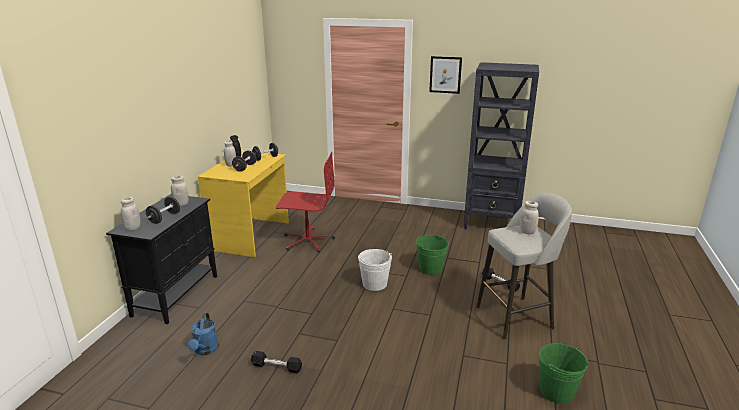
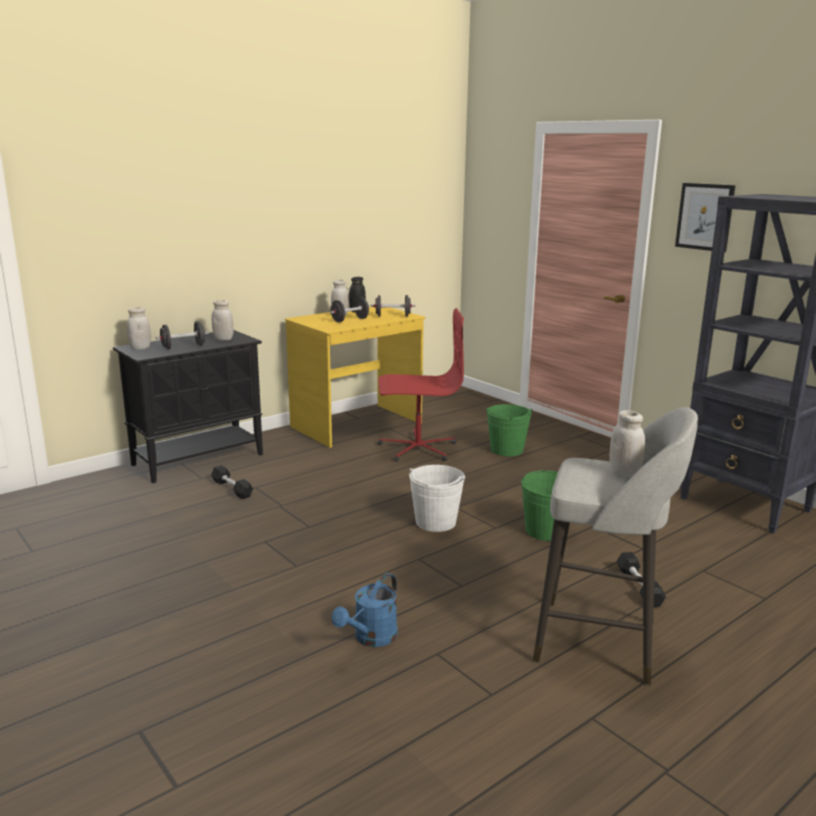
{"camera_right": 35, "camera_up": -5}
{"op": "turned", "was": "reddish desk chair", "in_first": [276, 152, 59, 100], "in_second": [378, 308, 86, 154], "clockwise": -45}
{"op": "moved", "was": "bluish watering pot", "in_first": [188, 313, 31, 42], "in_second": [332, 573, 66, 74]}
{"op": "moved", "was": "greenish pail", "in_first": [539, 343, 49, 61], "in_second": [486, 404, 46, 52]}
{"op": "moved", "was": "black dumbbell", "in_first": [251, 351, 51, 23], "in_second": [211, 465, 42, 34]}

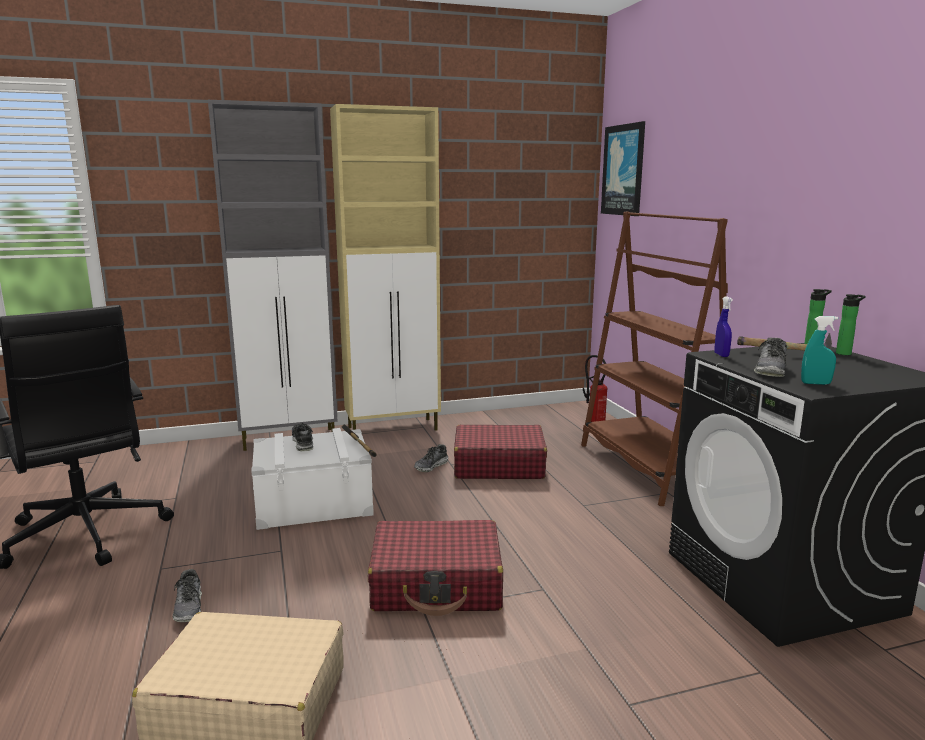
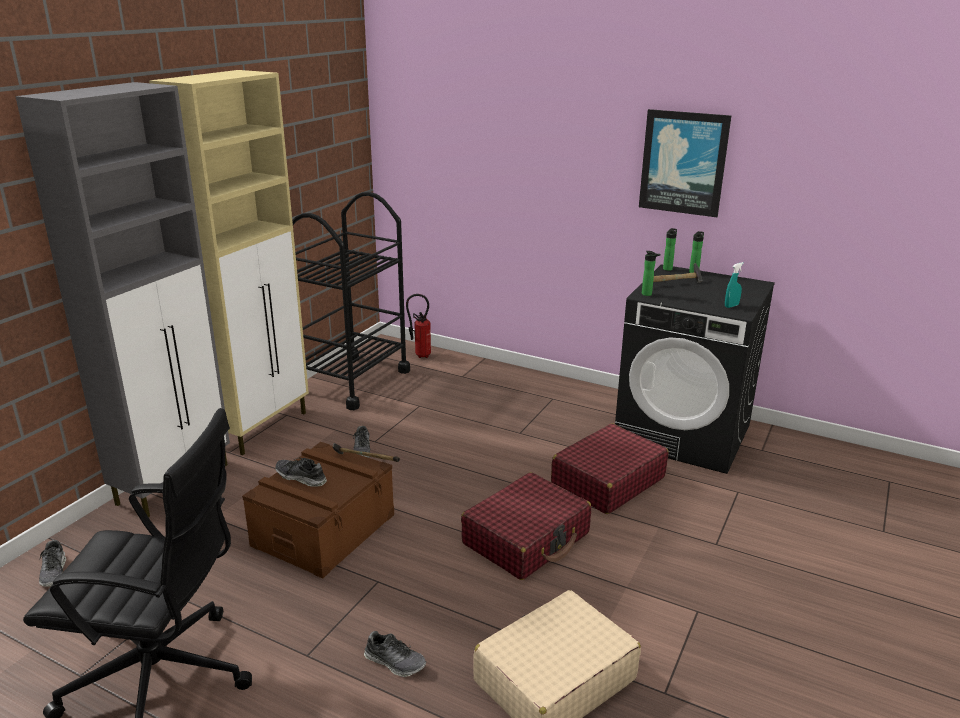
{"camera_right": -45, "camera_up": 10}
{"op": "moved", "was": "wall picture", "in_first": [601, 121, 44, 95], "in_second": [639, 109, 92, 108]}
{"op": "removed", "was": "brown-coloured bookcase", "in_first": [581, 211, 147, 295]}
{"op": "replaced", "was": "bluish sprayer", "now": "drink bottle", "in_first": [715, 296, 18, 61], "in_second": [642, 251, 19, 45]}
{"op": "moved", "was": "item of footwear", "in_first": [754, 338, 33, 39], "in_second": [39, 540, 27, 47]}
{"op": "moved", "was": "reddish travel case", "in_first": [454, 425, 93, 54], "in_second": [551, 424, 118, 90]}
{"op": "recoloured", "was": "white-coloured storage container", "now": "brown-coloured storage container", "in_first": [251, 428, 123, 102], "in_second": [242, 442, 152, 137]}
{"op": "added", "now": "black wheeled cart", "in_second": [292, 192, 118, 218]}

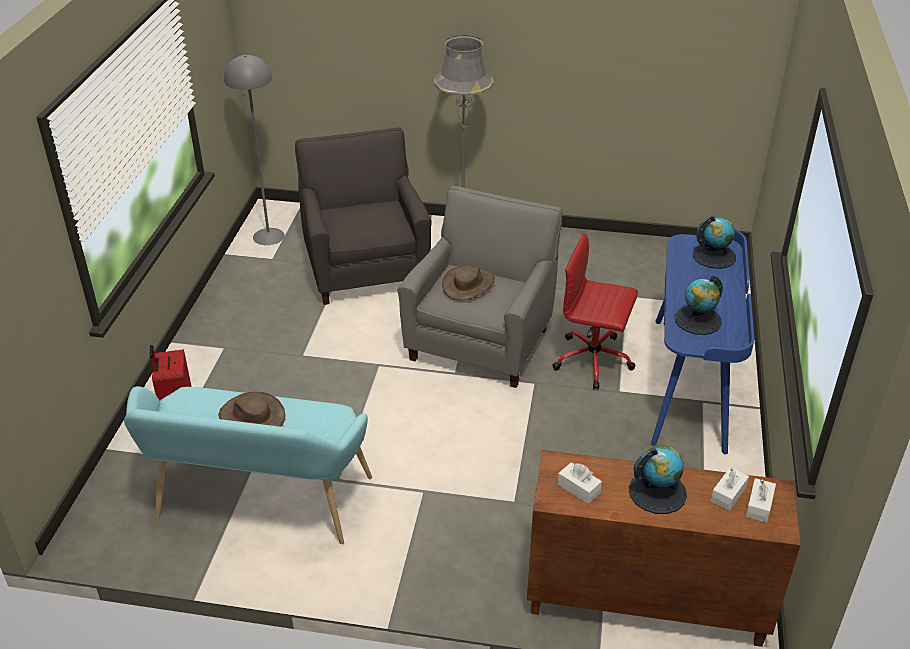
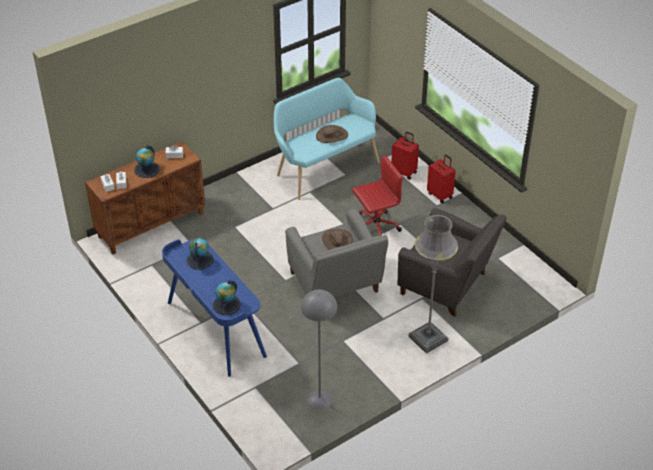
{"camera_right": 135, "camera_up": 5}
{"op": "moved", "was": "gray standing lamp", "in_first": [224, 55, 61, 190], "in_second": [301, 289, 36, 121]}
{"op": "moved", "was": "reddish desk chair", "in_first": [552, 233, 86, 157], "in_second": [352, 155, 51, 80]}
{"op": "added", "now": "reddish travel case", "in_second": [427, 154, 29, 50]}

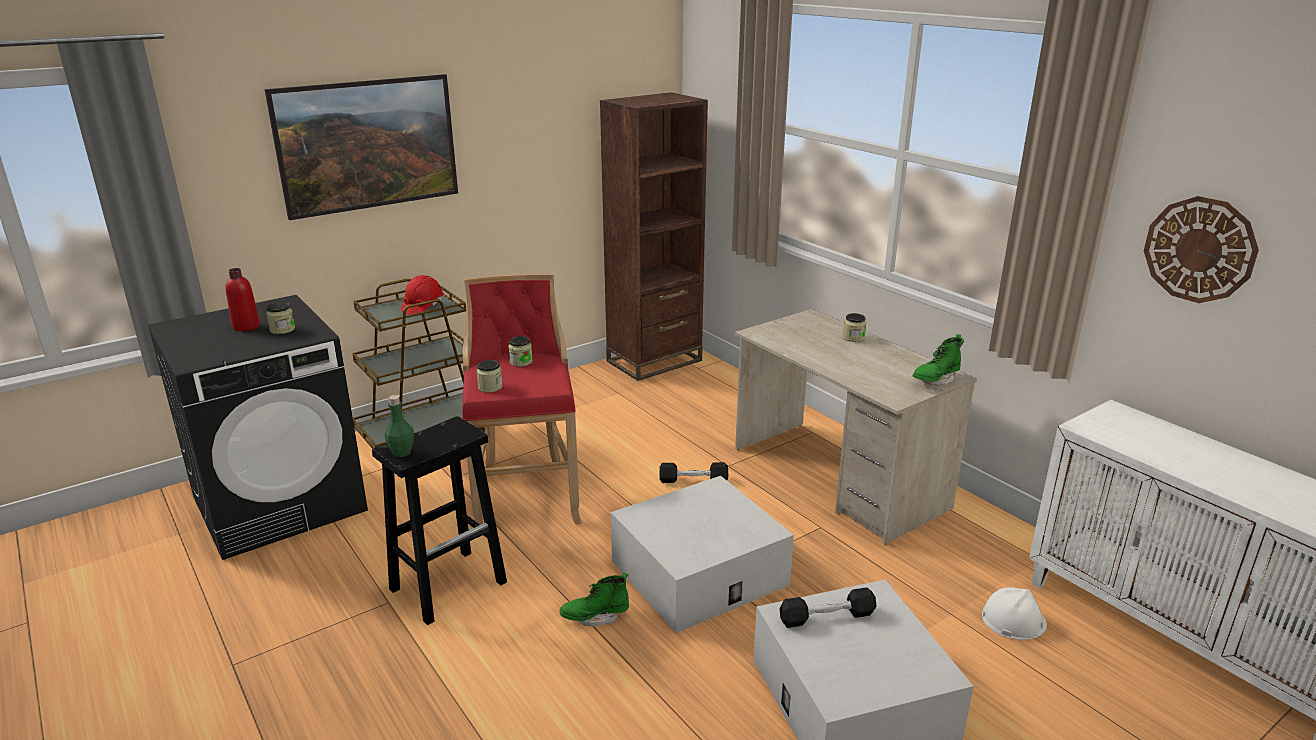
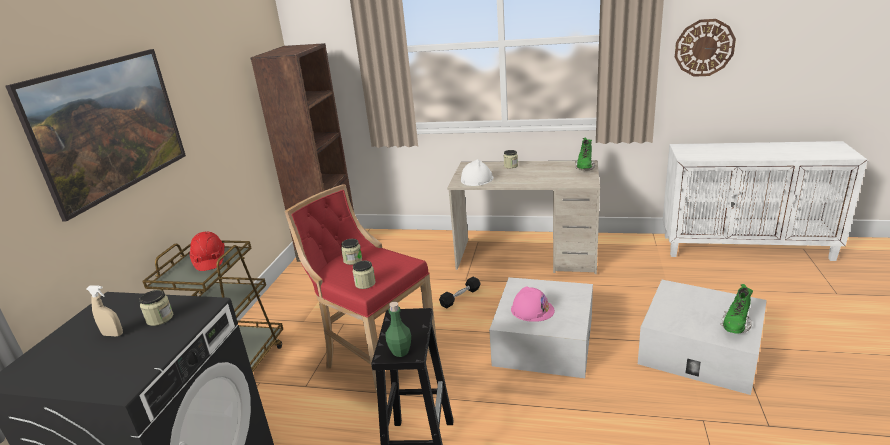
{"camera_right": -40, "camera_up": 0}
{"op": "replaced", "was": "reddish drink bottle", "now": "sand-coloured sprayer", "in_first": [225, 268, 35, 63], "in_second": [86, 285, 37, 51]}
{"op": "moved", "was": "greenish boot", "in_first": [559, 573, 70, 54], "in_second": [720, 284, 33, 50]}
{"op": "removed", "was": "black dumbbell", "in_first": [780, 587, 97, 41]}
{"op": "moved", "was": "white-coloured work helmet", "in_first": [982, 587, 65, 53], "in_second": [461, 159, 33, 27]}
{"op": "added", "now": "pink-coloured work helmet", "in_second": [511, 286, 44, 36]}

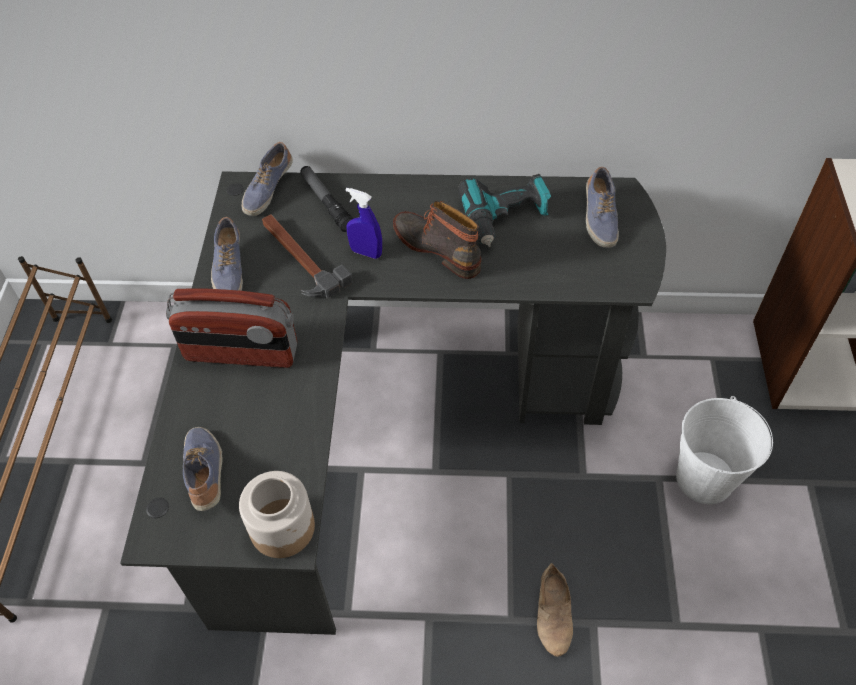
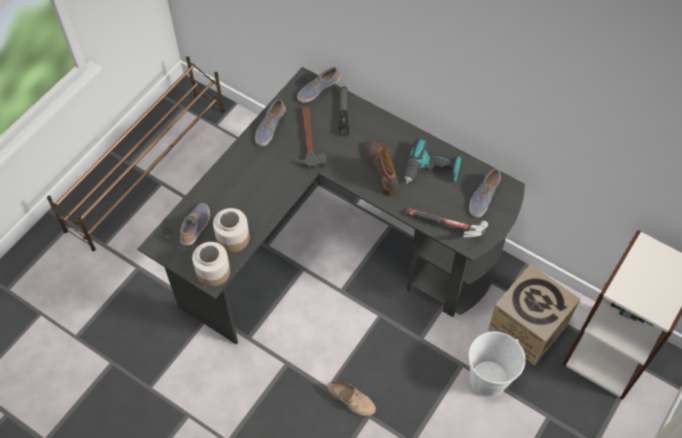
{"camera_right": 30, "camera_up": 5}
{"op": "removed", "was": "bluish sprayer", "in_first": [346, 188, 36, 71]}
{"op": "removed", "was": "radio receiver", "in_first": [166, 288, 131, 80]}
{"op": "turned", "was": "sand-coloured item of footwear", "in_first": [537, 563, 36, 94], "in_second": [328, 381, 48, 35], "clockwise": -90}
{"op": "added", "now": "jar", "in_second": [213, 208, 37, 45]}
{"op": "added", "now": "hand hammer", "in_second": [406, 208, 82, 29]}
{"op": "added", "now": "packing box", "in_second": [488, 264, 93, 102]}

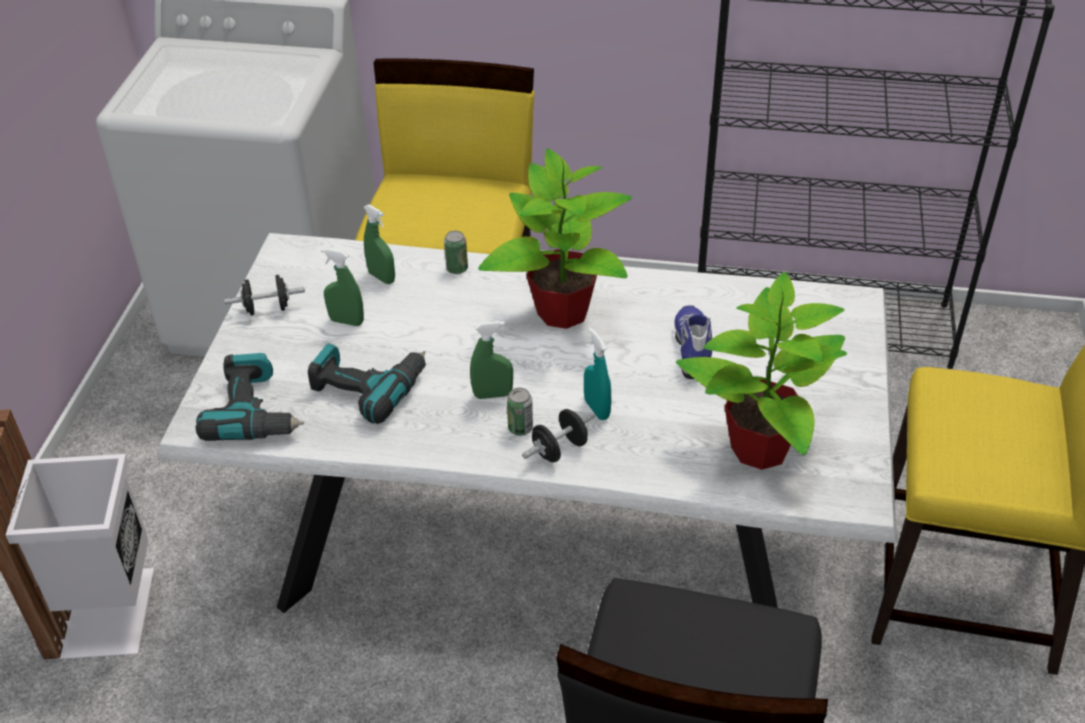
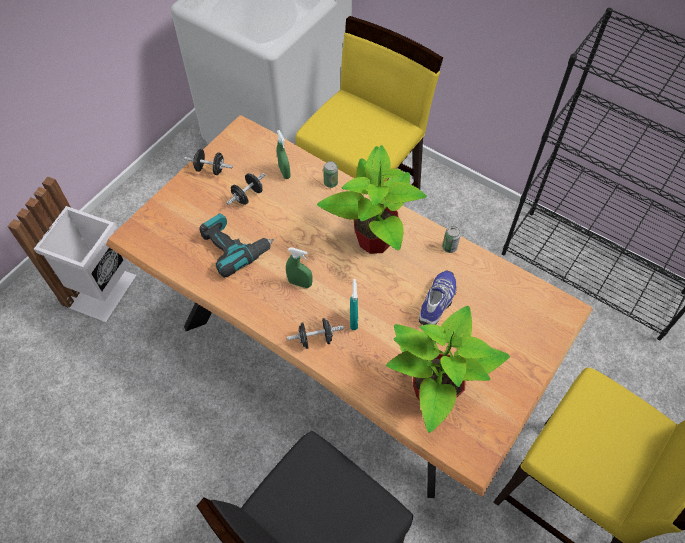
{"camera_right": 25, "camera_up": 15}
{"op": "recoloured", "was": "white-coloured dinner table", "now": "brown-coloured dinner table", "in_first": [157, 233, 740, 380], "in_second": [106, 115, 487, 383]}
{"op": "replaced", "was": "greenish sprayer", "now": "black dumbbell", "in_first": [321, 248, 43, 78], "in_second": [227, 173, 38, 32]}
{"op": "removed", "was": "electric drill", "in_first": [196, 353, 108, 88]}
{"op": "moved", "was": "sealed can", "in_first": [507, 388, 26, 48], "in_second": [442, 226, 19, 27]}

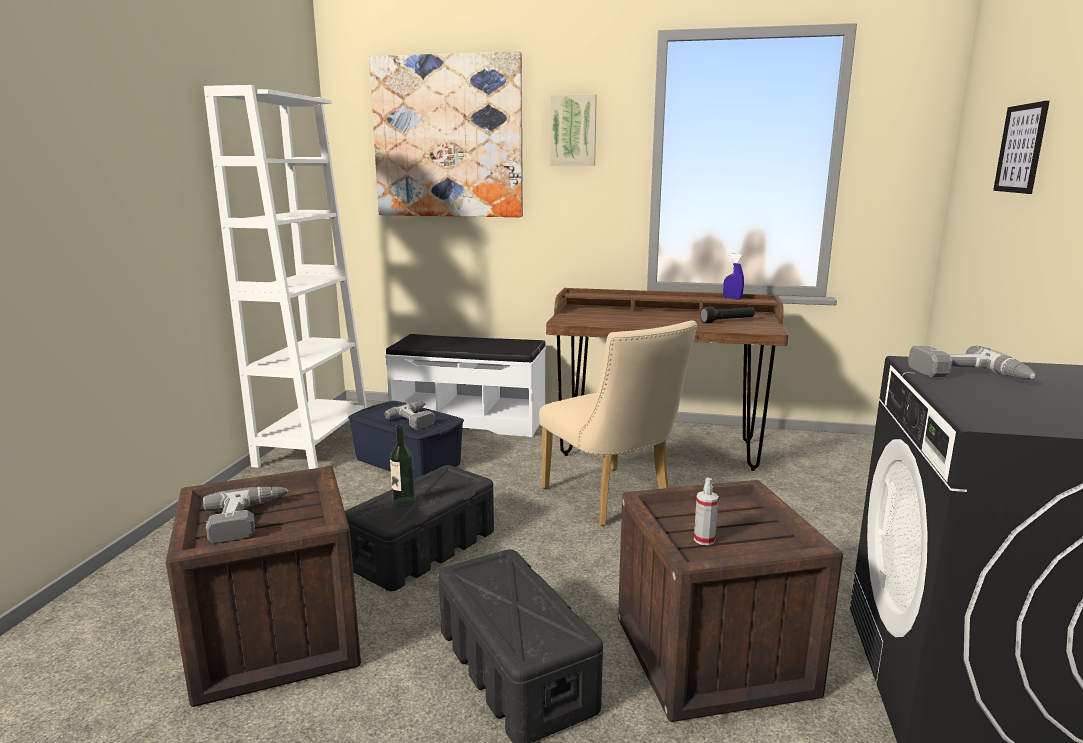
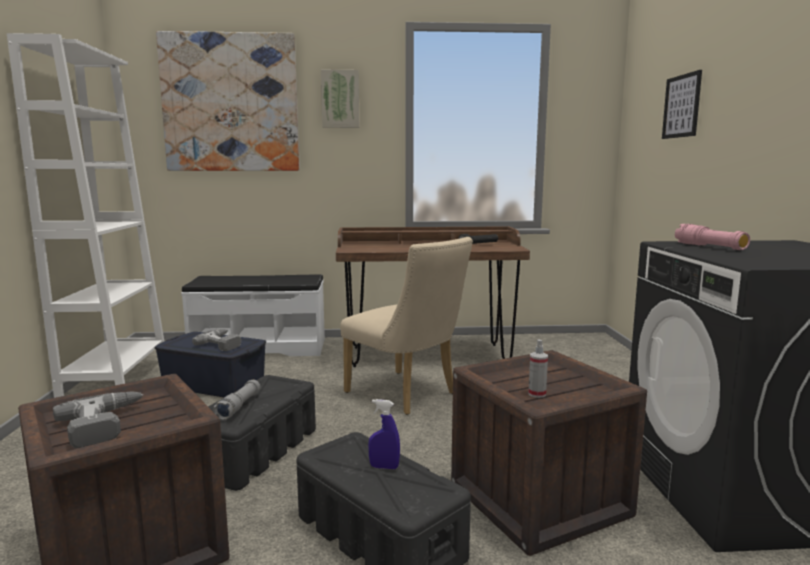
{"camera_right": -15, "camera_up": -5}
{"op": "moved", "was": "bluish sprayer", "in_first": [723, 253, 21, 47], "in_second": [368, 399, 32, 70]}
{"op": "replaced", "was": "electric drill", "now": "pink-coloured torch", "in_first": [908, 346, 128, 33], "in_second": [675, 224, 75, 26]}
{"op": "replaced", "was": "drink bottle", "now": "gray torch", "in_first": [390, 425, 25, 82], "in_second": [213, 380, 48, 40]}

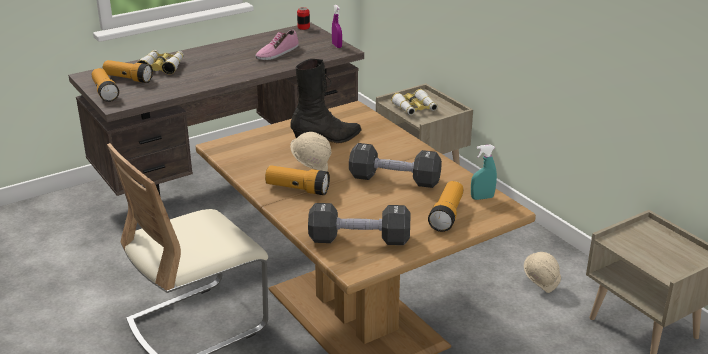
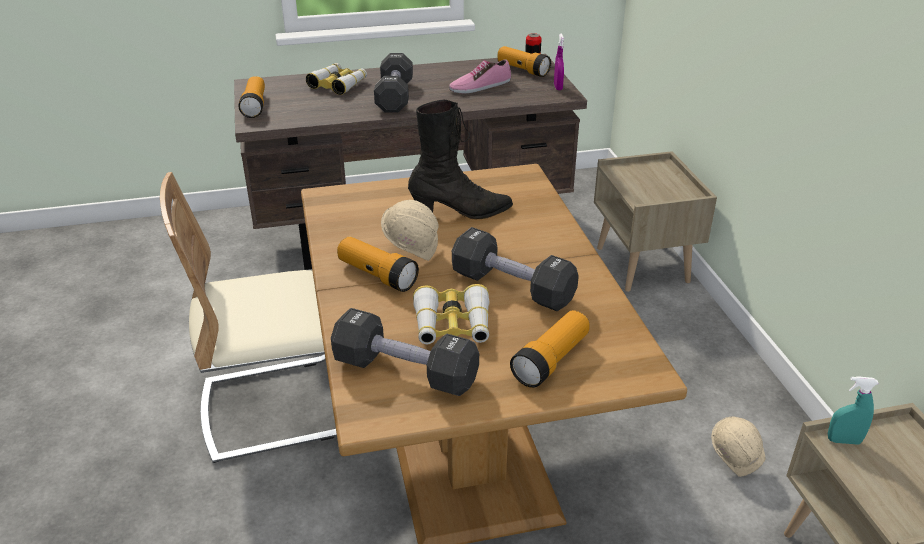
{"camera_right": 20, "camera_up": 5}
{"op": "moved", "was": "torch", "in_first": [103, 60, 50, 23], "in_second": [497, 46, 54, 31]}
{"op": "moved", "was": "binoculars", "in_first": [391, 89, 47, 26], "in_second": [413, 284, 77, 60]}
{"op": "moved", "was": "turquoise-coloured sprayer", "in_first": [471, 144, 26, 56], "in_second": [828, 376, 51, 69]}
{"op": "added", "now": "black dumbbell", "in_second": [374, 53, 39, 60]}

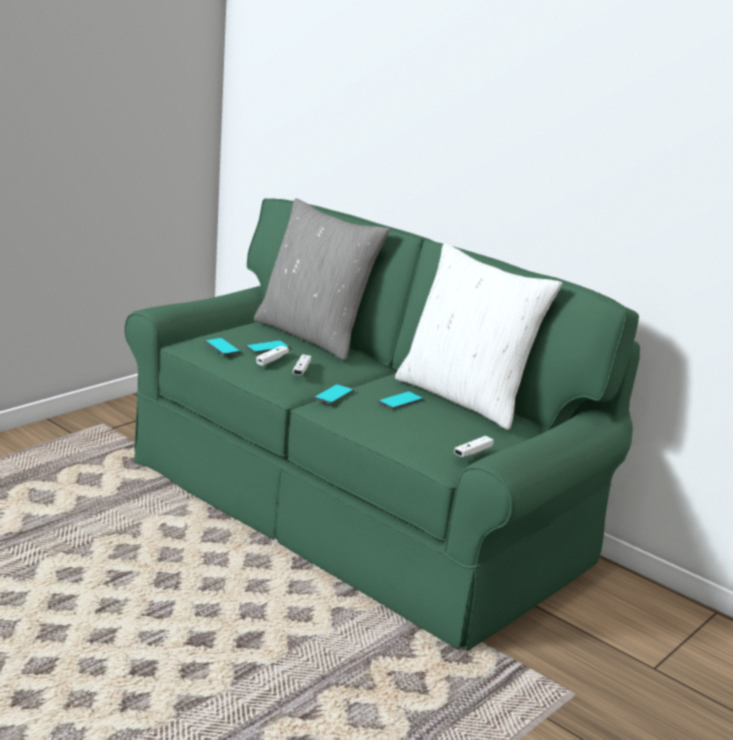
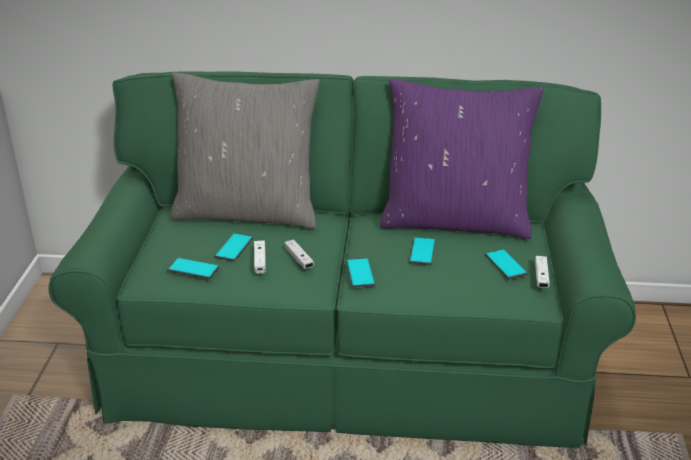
{"camera_right": -35, "camera_up": 10}
{"op": "recoloured", "was": "white-coloured cushion", "now": "purplish cushion", "in_first": [395, 243, 167, 187], "in_second": [380, 79, 163, 160]}
{"op": "added", "now": "handset", "in_second": [485, 249, 43, 31]}

